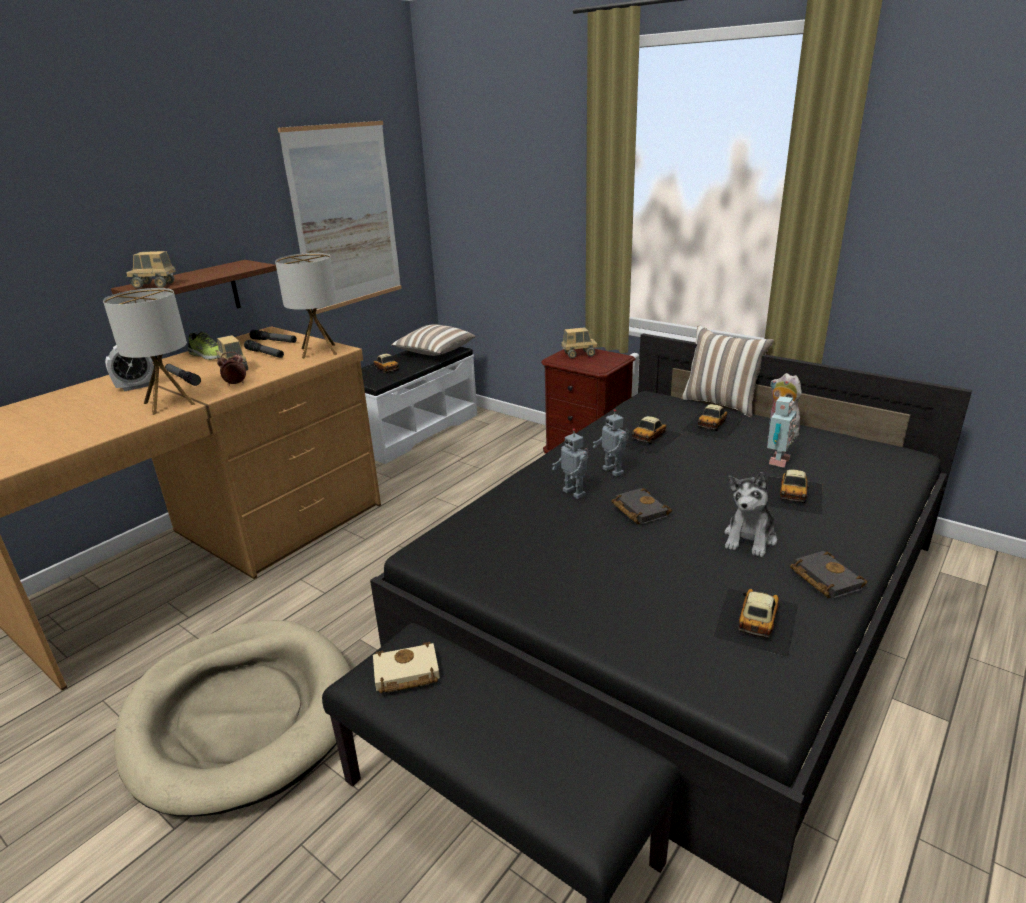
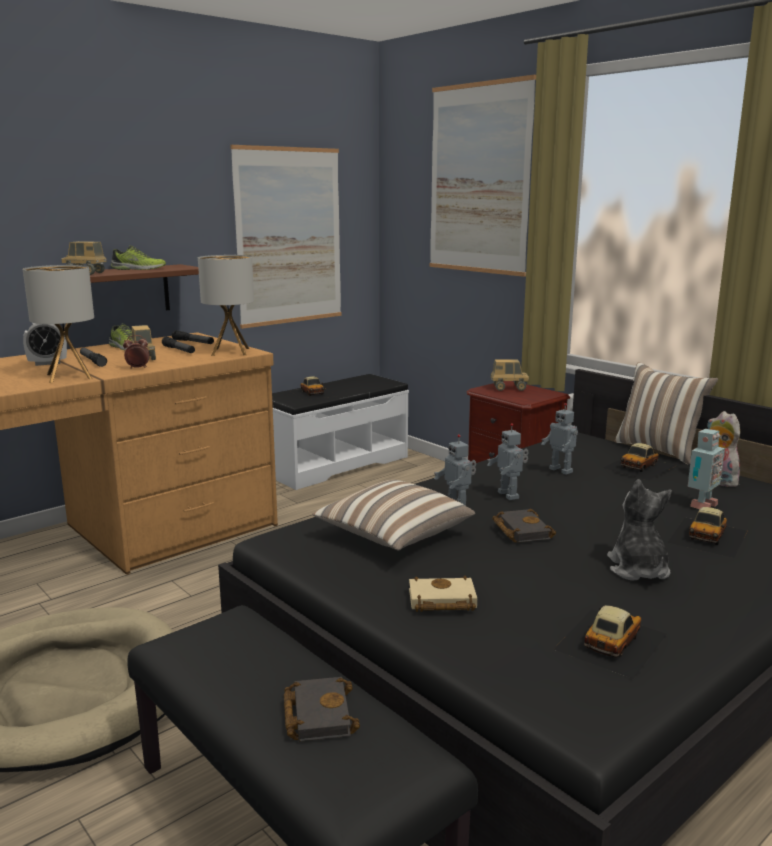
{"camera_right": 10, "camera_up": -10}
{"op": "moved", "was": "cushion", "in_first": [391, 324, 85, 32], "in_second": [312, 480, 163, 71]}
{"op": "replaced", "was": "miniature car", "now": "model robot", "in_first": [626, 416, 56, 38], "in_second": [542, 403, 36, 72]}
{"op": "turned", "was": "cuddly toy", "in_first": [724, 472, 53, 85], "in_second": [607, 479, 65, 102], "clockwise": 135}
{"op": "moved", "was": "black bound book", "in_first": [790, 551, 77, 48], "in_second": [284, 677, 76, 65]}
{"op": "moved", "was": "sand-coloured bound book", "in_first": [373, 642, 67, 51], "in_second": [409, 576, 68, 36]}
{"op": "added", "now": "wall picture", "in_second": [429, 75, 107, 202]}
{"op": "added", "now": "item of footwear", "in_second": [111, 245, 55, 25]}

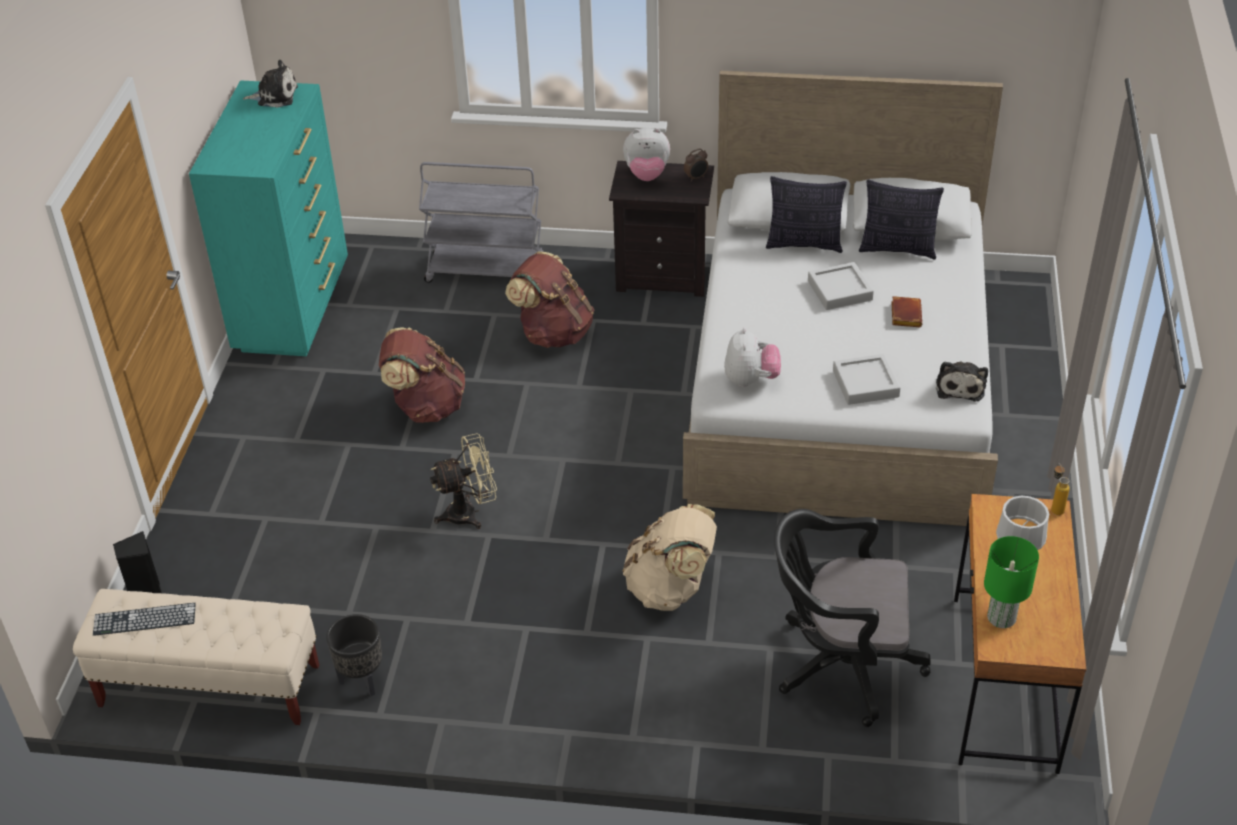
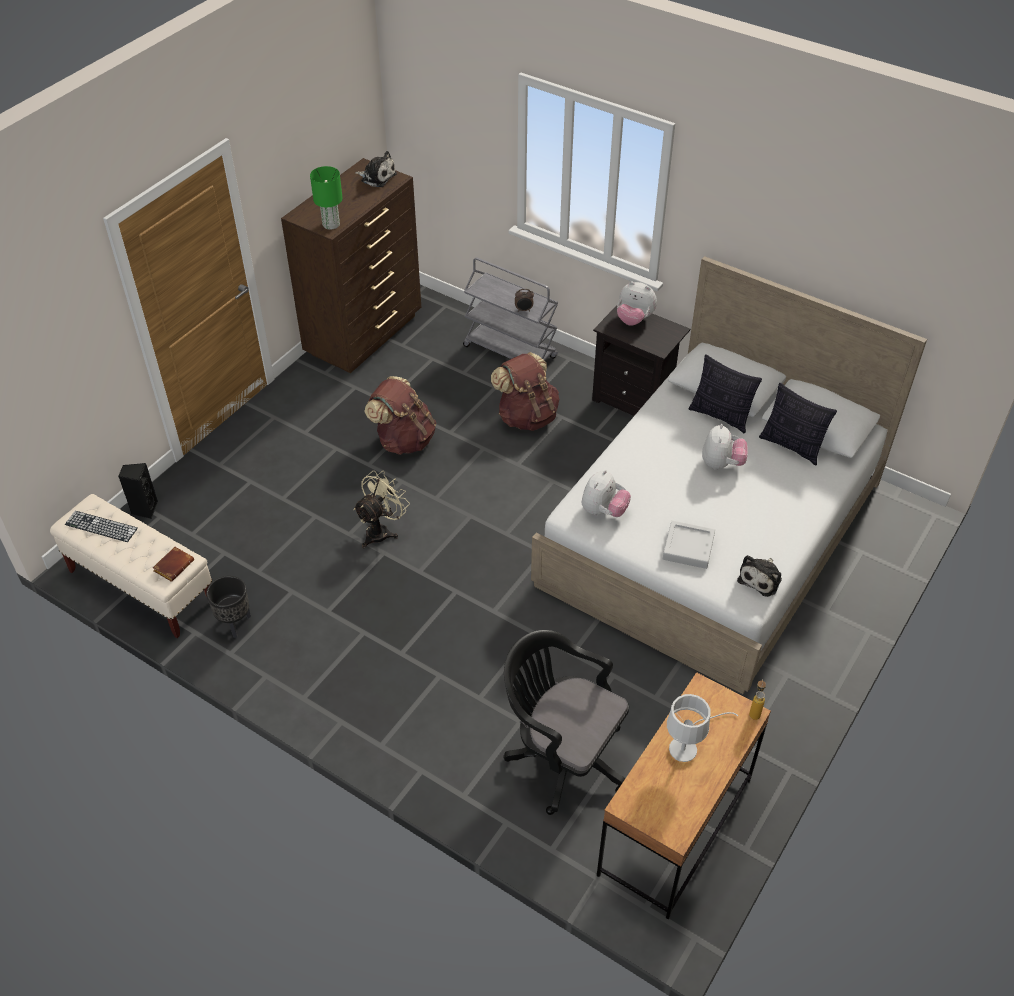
{"camera_right": 25, "camera_up": 5}
{"op": "recoloured", "was": "turquoise-coloured chest of drawers", "now": "brown-coloured chest of drawers", "in_first": [189, 80, 159, 276], "in_second": [281, 158, 140, 215]}
{"op": "moved", "was": "bedside clock", "in_first": [684, 149, 24, 32], "in_second": [515, 289, 19, 23]}
{"op": "replaced", "was": "gray serving tray", "now": "cuddly toy", "in_first": [808, 262, 66, 48], "in_second": [702, 424, 46, 46]}
{"op": "moved", "was": "brown-coloured bound book", "in_first": [891, 296, 31, 31], "in_second": [152, 547, 42, 35]}
{"op": "turned", "was": "sand-coloured fan", "in_first": [430, 433, 67, 96], "in_second": [353, 471, 57, 77], "clockwise": -60}
{"op": "removed", "was": "sand-coloured backpack", "in_first": [623, 504, 94, 107]}
{"op": "moved", "was": "greenish tabletop lamp", "in_first": [984, 536, 55, 92], "in_second": [310, 166, 33, 63]}

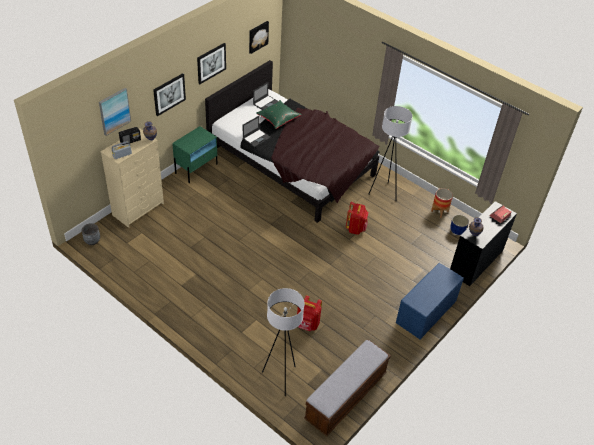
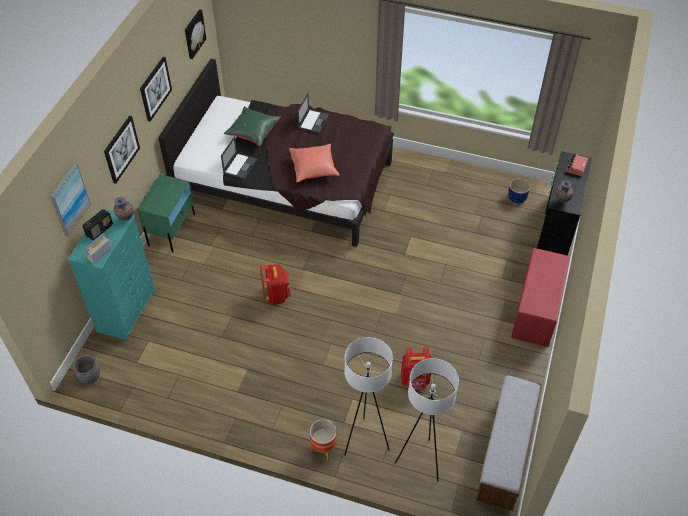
{"camera_right": -20, "camera_up": 5}
{"op": "moved", "was": "laptop", "in_first": [253, 82, 25, 28], "in_second": [298, 93, 31, 40]}
{"op": "moved", "was": "white-coloured standing lamp", "in_first": [368, 106, 45, 89], "in_second": [344, 337, 49, 119]}
{"op": "recoloured", "was": "sand-coloured chest of drawers", "now": "turquoise-coloured chest of drawers", "in_first": [100, 128, 64, 100], "in_second": [67, 208, 89, 133]}
{"op": "moved", "was": "flower pot", "in_first": [431, 188, 22, 30], "in_second": [310, 419, 27, 42]}
{"op": "moved", "was": "reddish backpack", "in_first": [346, 202, 22, 33], "in_second": [260, 264, 31, 41]}
{"op": "recoloured", "was": "bluish long seat", "now": "reddish long seat", "in_first": [396, 263, 68, 76], "in_second": [511, 248, 59, 99]}
{"op": "added", "now": "reddish cushion", "in_second": [289, 144, 51, 38]}

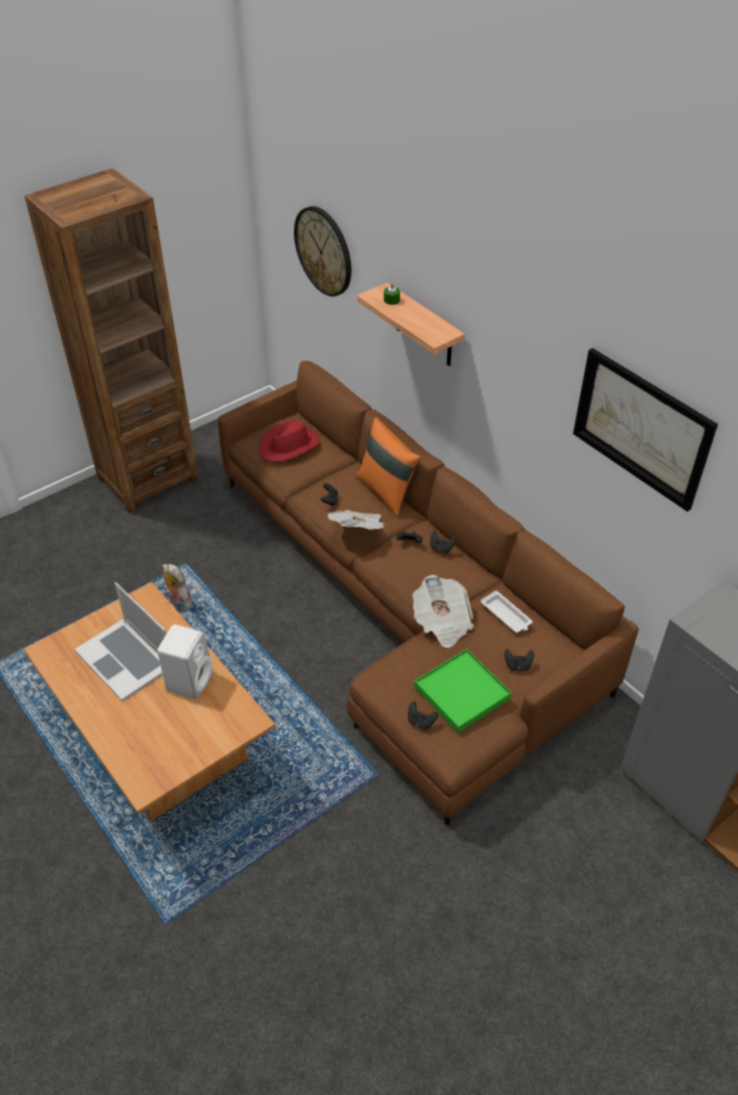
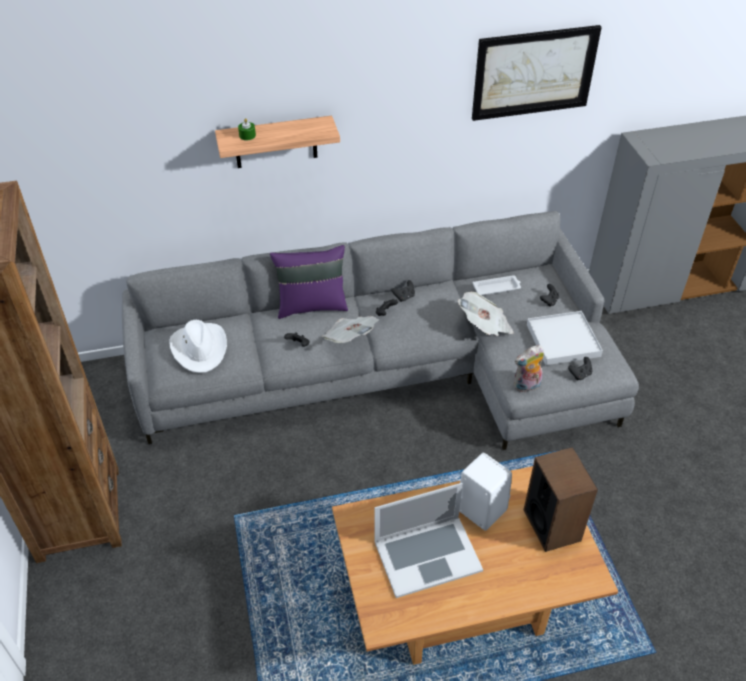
{"camera_right": -65, "camera_up": 0}
{"op": "removed", "was": "hanging clock", "in_first": [294, 206, 57, 90]}
{"op": "recoloured", "was": "brown-coloured settee", "now": "gray settee", "in_first": [218, 361, 421, 465], "in_second": [122, 211, 517, 239]}
{"op": "recoloured", "was": "orangey cushion", "now": "purplish cushion", "in_first": [356, 417, 65, 100], "in_second": [270, 245, 78, 74]}
{"op": "recoloured", "was": "reddish wearable hat", "now": "white-coloured wearable hat", "in_first": [259, 420, 61, 42], "in_second": [169, 320, 58, 53]}
{"op": "moved", "was": "cuddly toy", "in_first": [163, 564, 29, 46], "in_second": [514, 345, 30, 48]}
{"op": "recoloured", "was": "greenish serving tray", "now": "white-coloured serving tray", "in_first": [414, 649, 97, 84], "in_second": [527, 311, 76, 54]}
{"op": "added", "now": "loudspeaker", "in_second": [523, 447, 75, 105]}

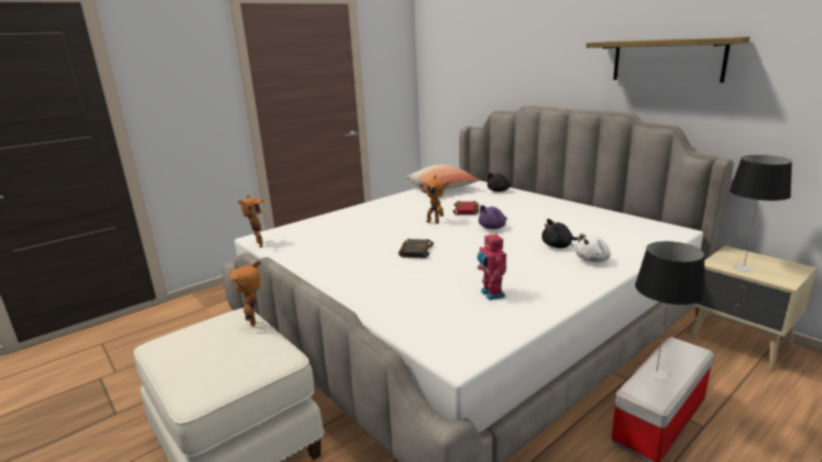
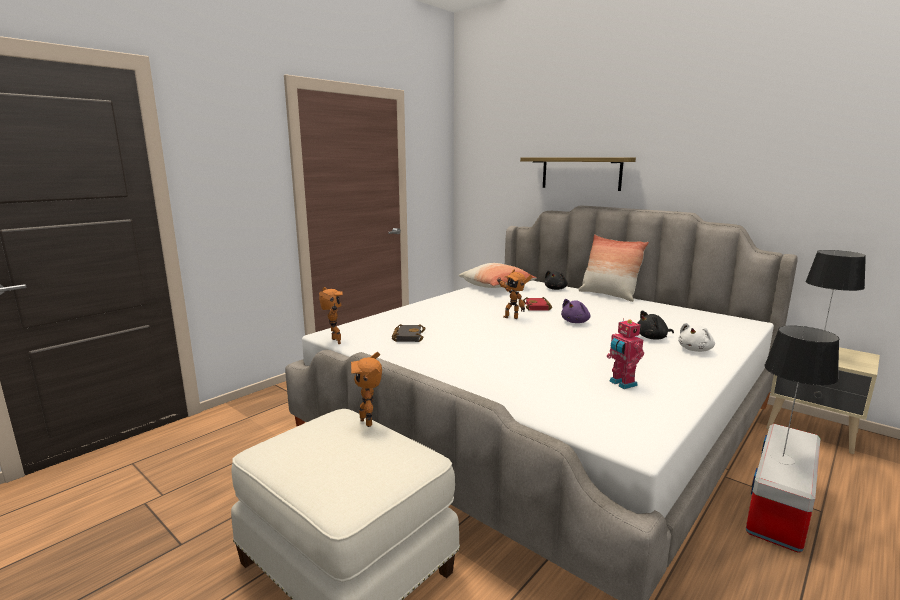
{"camera_right": -10, "camera_up": -5}
{"op": "moved", "was": "shelf", "in_first": [586, 37, 164, 46], "in_second": [520, 157, 116, 34]}
{"op": "moved", "was": "black bound book", "in_first": [398, 239, 36, 19], "in_second": [392, 324, 33, 18]}
{"op": "added", "now": "cushion", "in_second": [579, 234, 70, 68]}

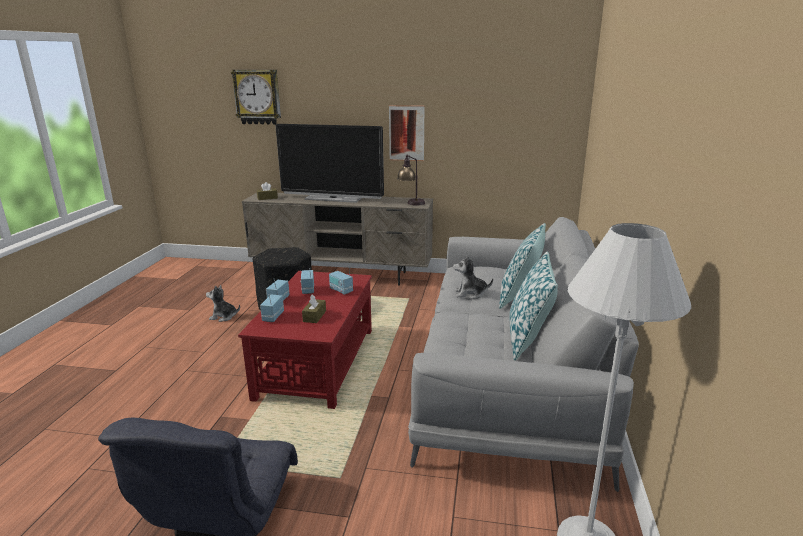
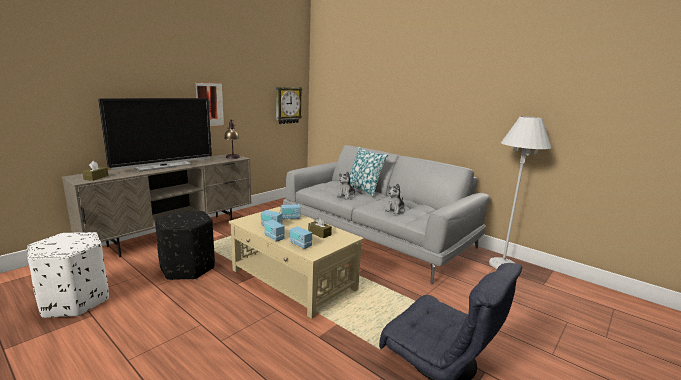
{"camera_right": -60, "camera_up": -5}
{"op": "moved", "was": "hanging clock", "in_first": [231, 70, 50, 55], "in_second": [276, 87, 26, 37]}
{"op": "removed", "was": "cushion", "in_first": [509, 252, 49, 109]}
{"op": "recoloured", "was": "reddish lounge table", "now": "sand-coloured lounge table", "in_first": [238, 271, 134, 138], "in_second": [229, 206, 135, 113]}
{"op": "moved", "was": "cuddly toy", "in_first": [206, 285, 34, 37], "in_second": [385, 183, 20, 31]}
{"op": "added", "now": "white-coloured footrest", "in_second": [27, 232, 82, 86]}

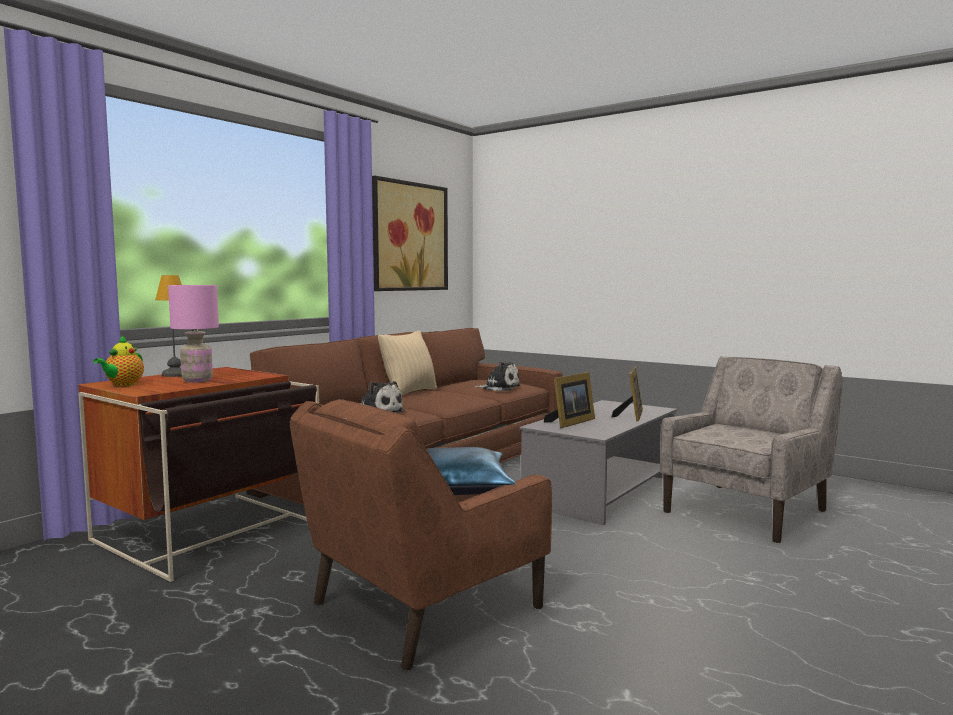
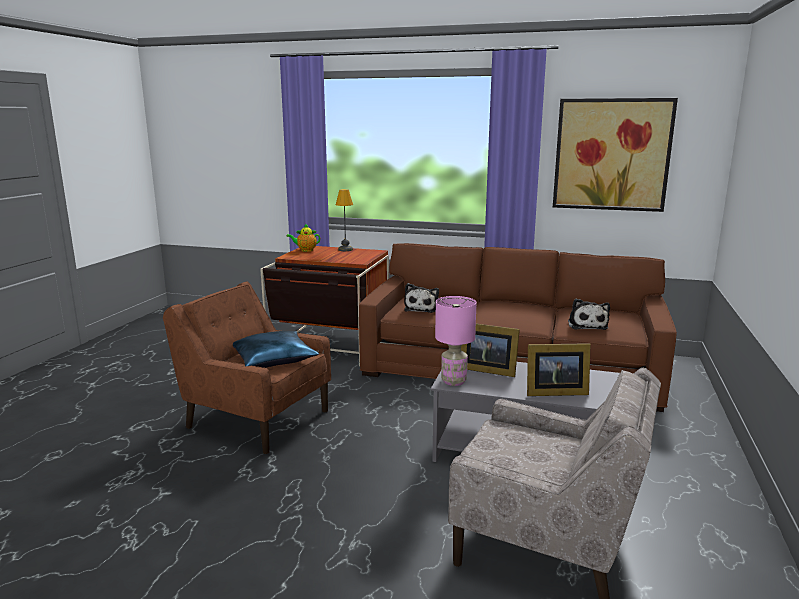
{"camera_right": 70, "camera_up": 10}
{"op": "moved", "was": "pink-coloured tabletop lamp", "in_first": [168, 285, 51, 98], "in_second": [435, 296, 42, 90]}
{"op": "removed", "was": "sand-coloured cushion", "in_first": [378, 330, 59, 66]}

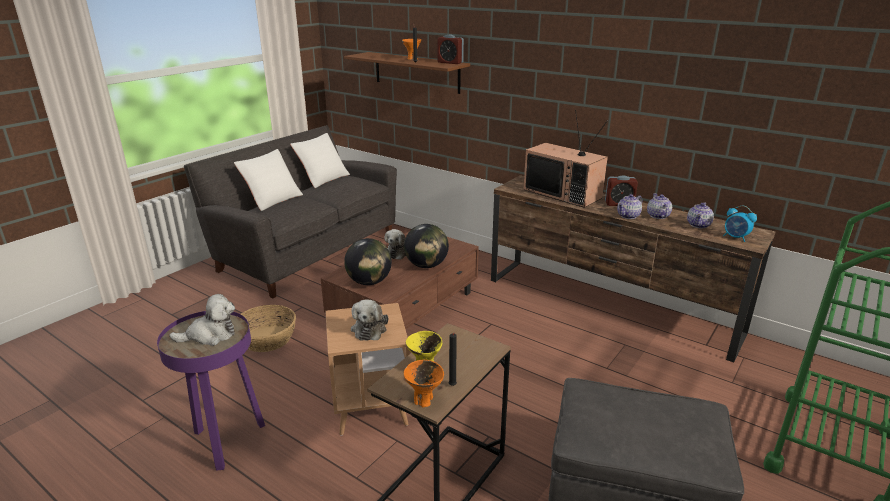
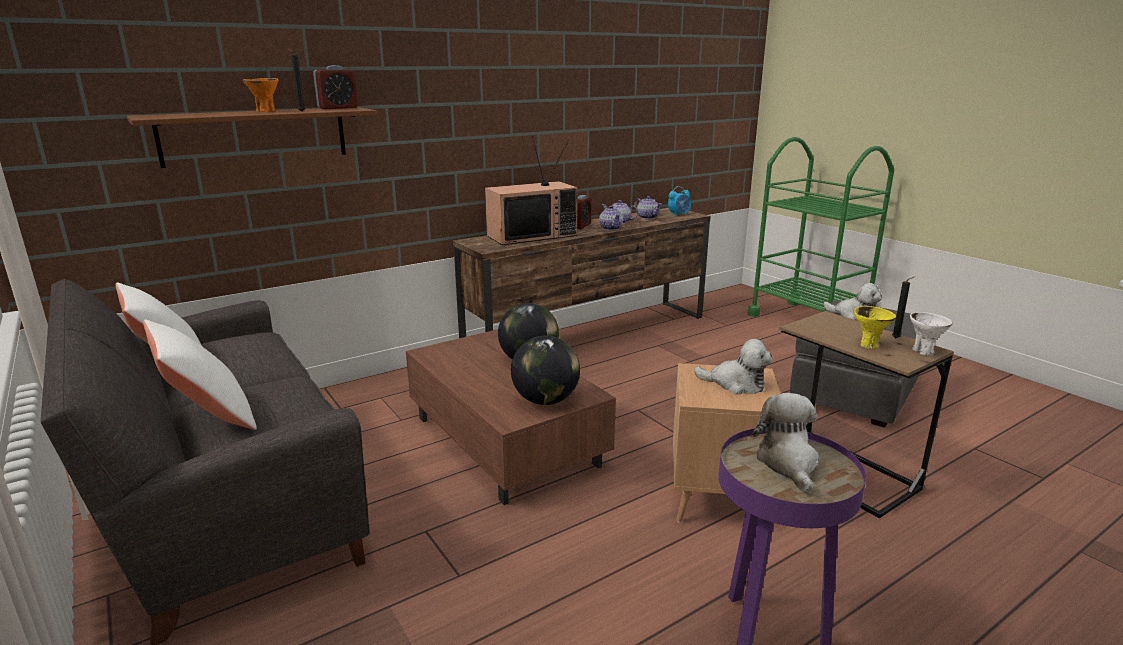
{"camera_right": -70, "camera_up": -5}
{"op": "moved", "was": "cuddly toy", "in_first": [384, 229, 22, 31], "in_second": [823, 283, 59, 38]}
{"op": "removed", "was": "basket", "in_first": [241, 305, 55, 47]}
{"op": "recoloured", "was": "orangey serving bowl", "now": "white-coloured serving bowl", "in_first": [404, 360, 40, 47], "in_second": [910, 312, 42, 44]}

